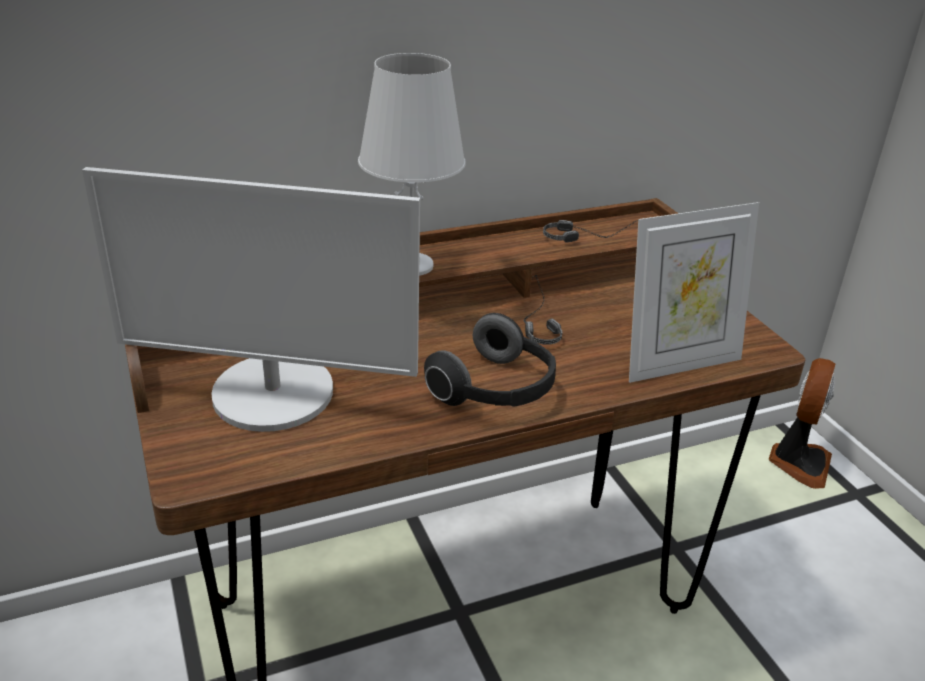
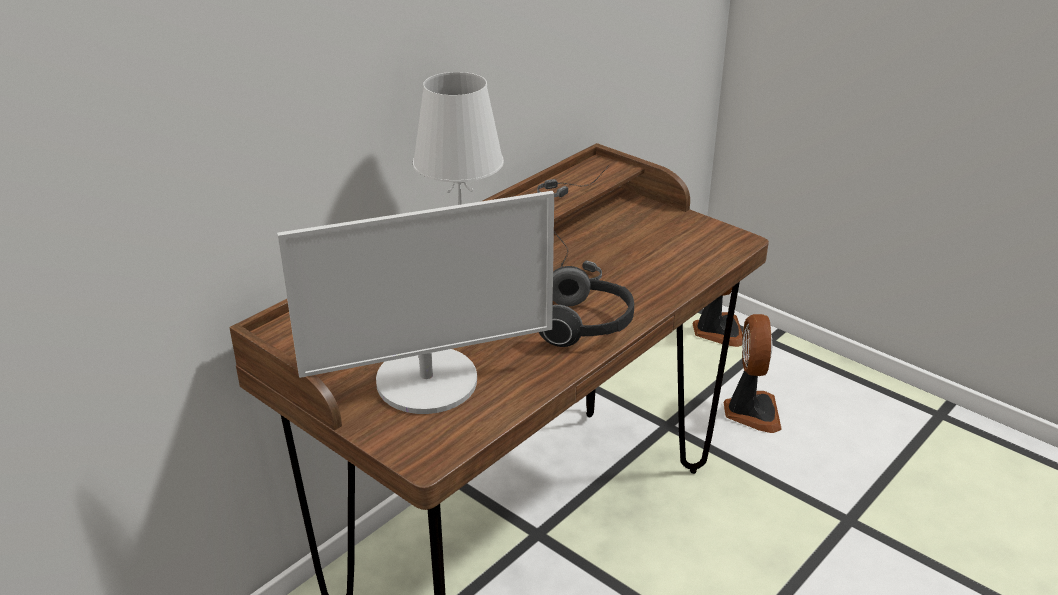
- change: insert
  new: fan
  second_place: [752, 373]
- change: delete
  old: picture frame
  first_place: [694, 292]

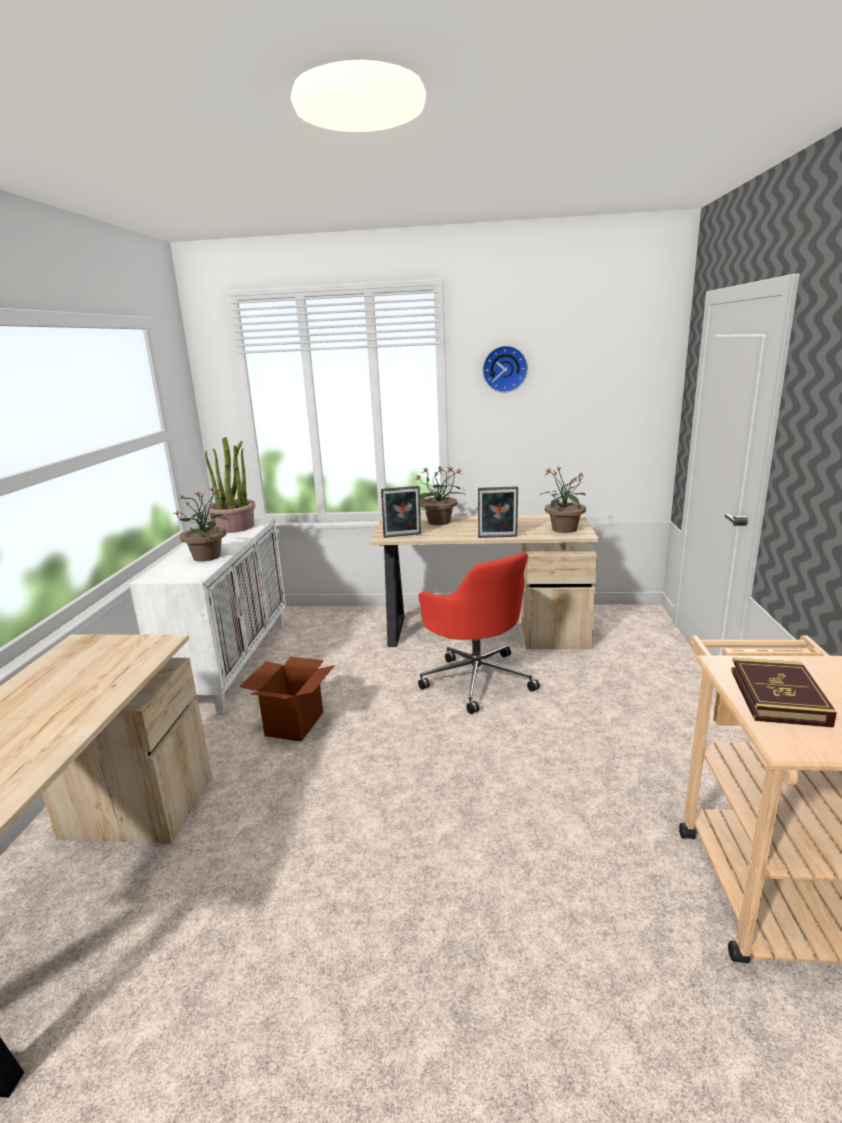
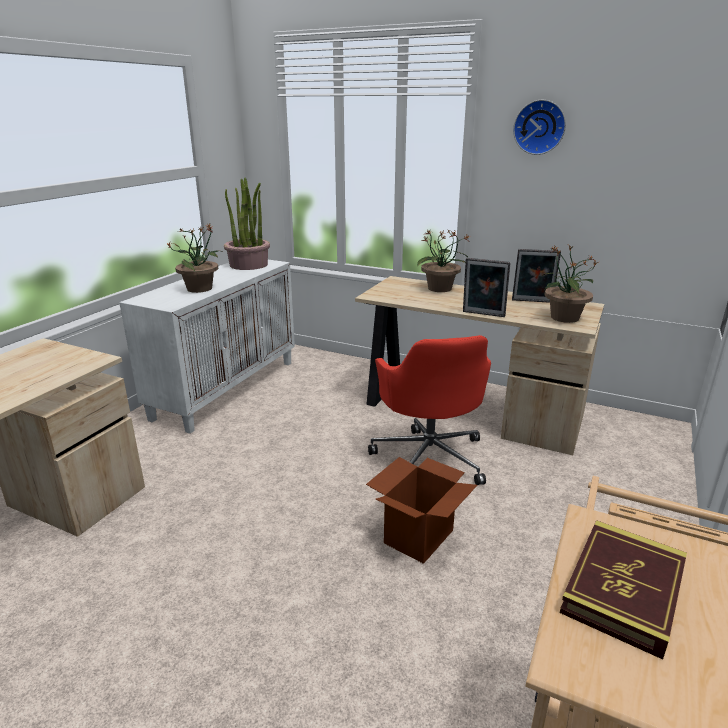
- change: move
  old: cardboard box
  first_place: [287, 699]
  second_place: [421, 510]
- change: move
  old: picture frame
  first_place: [401, 512]
  second_place: [536, 276]

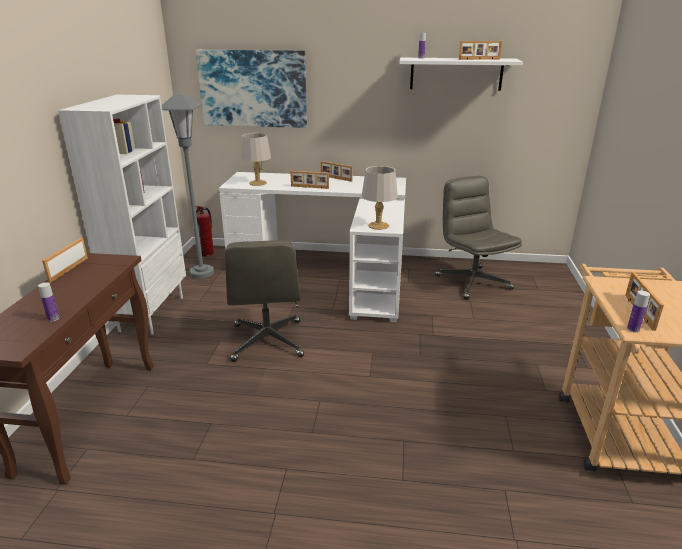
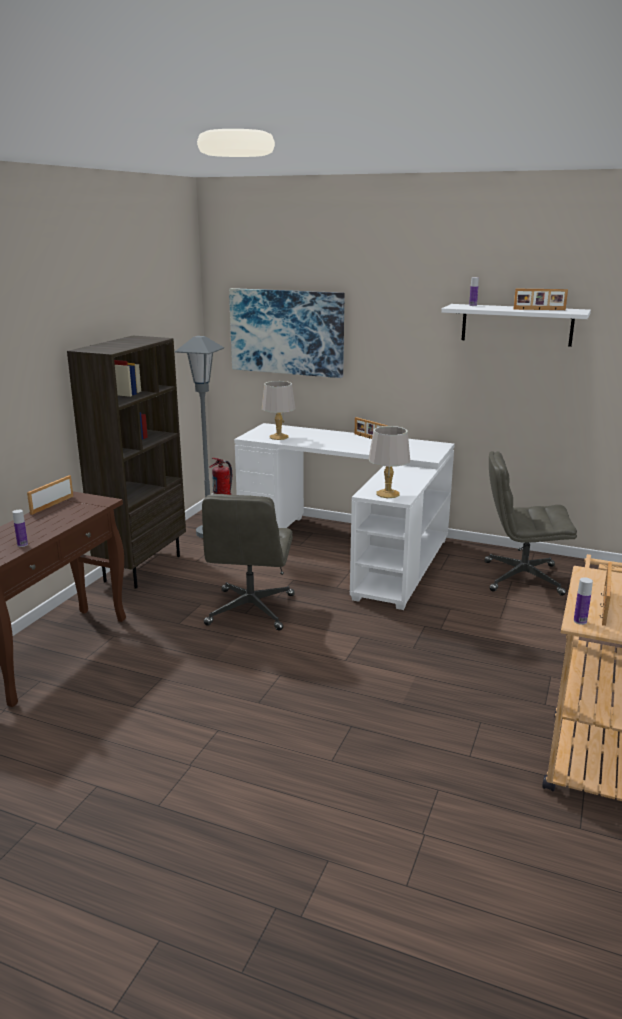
- change: recolor
  old: white bookcase
  new: brown bookcase
  first_place: [122, 215]
  second_place: [126, 462]
- change: rotate
  old: grey office chair
  first_place: [478, 237]
  second_place: [531, 523]
  degrees: -75
- change: delete
  old: picture frame
  first_place: [309, 180]

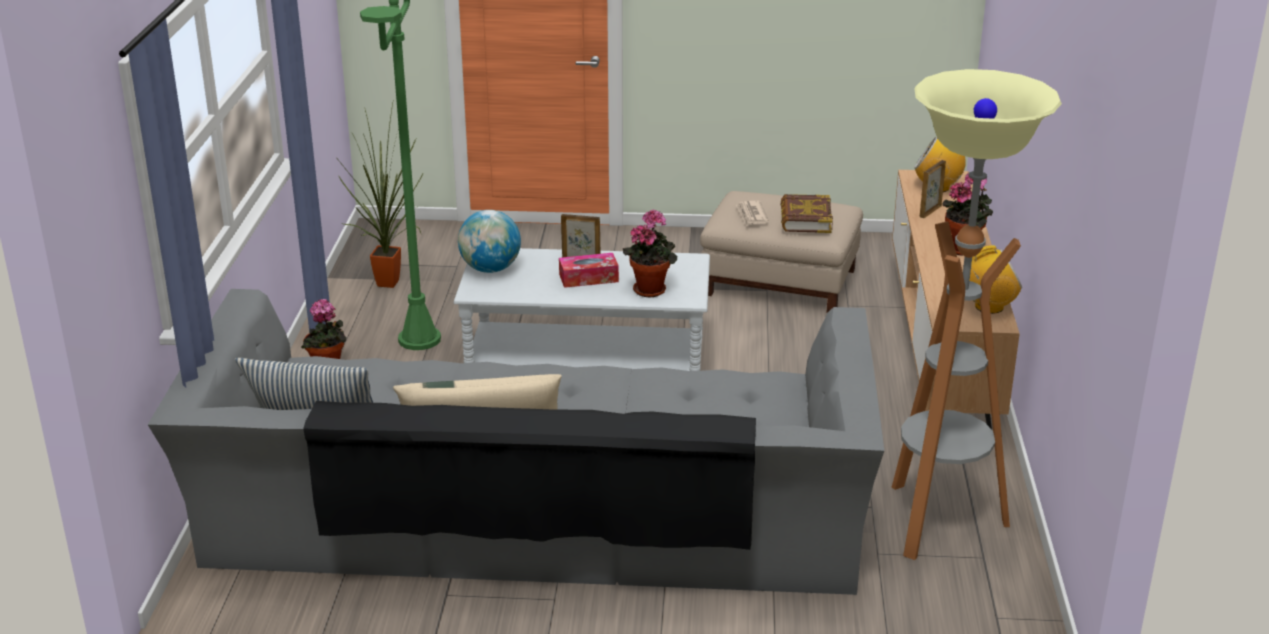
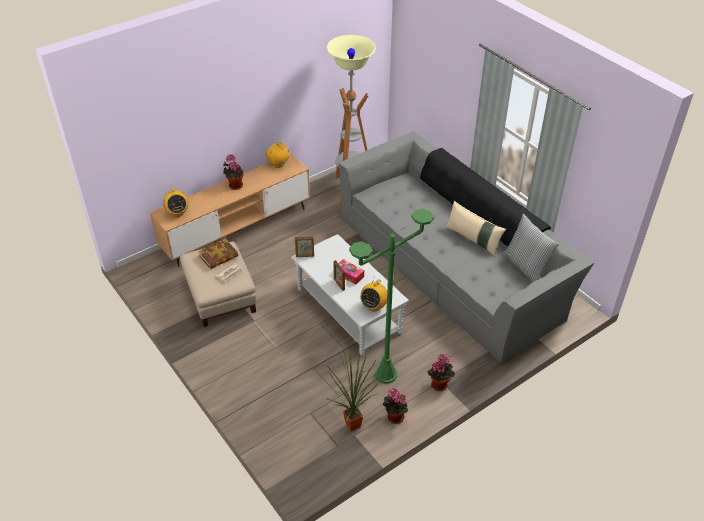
- change: move
  old: picture frame
  first_place: [933, 189]
  second_place: [304, 247]
- change: replace
  old: globe
  new: radio
  first_place: [489, 241]
  second_place: [373, 295]
- change: move
  old: potted plant
  first_place: [650, 253]
  second_place: [395, 406]

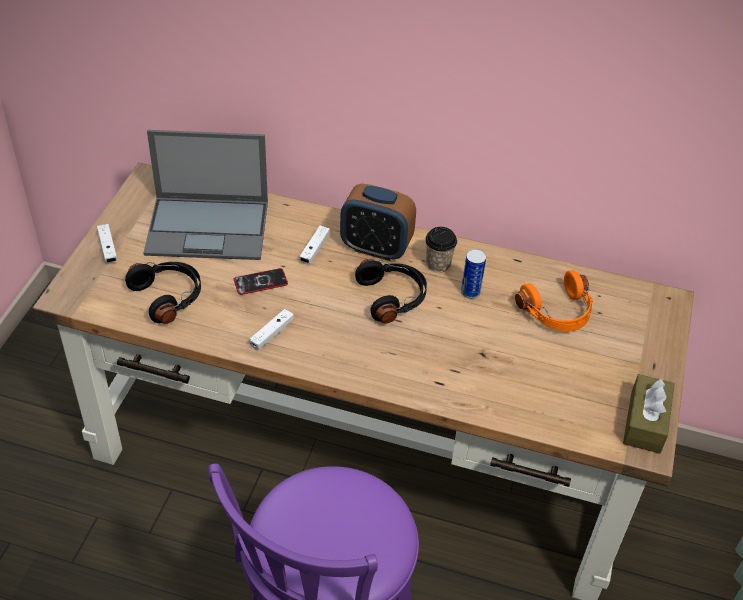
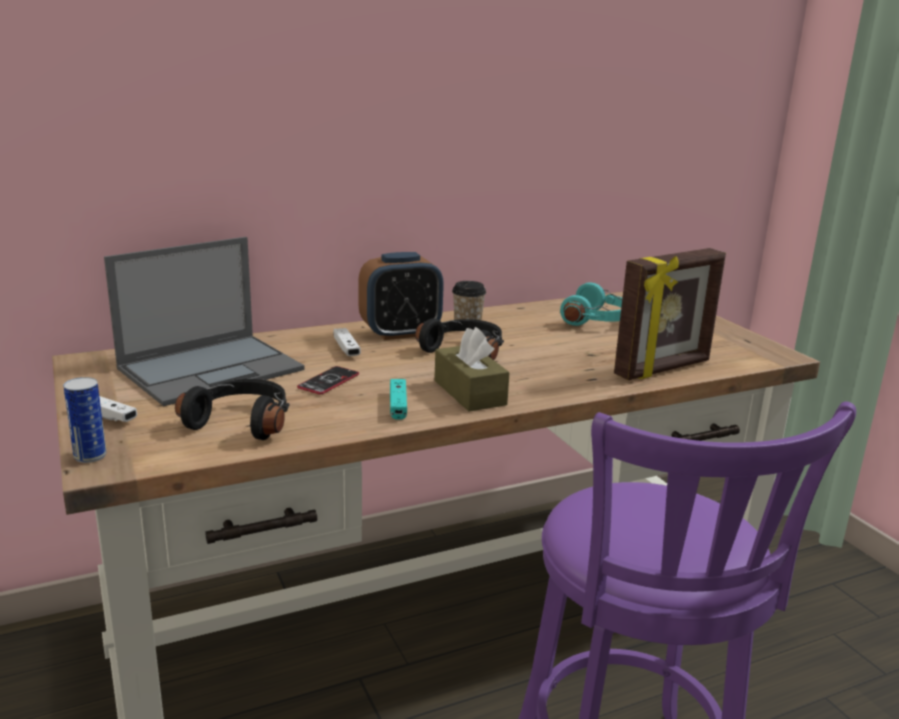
- change: move
  old: can
  first_place: [473, 274]
  second_place: [84, 420]
- change: recolor
  old: white game controller
  new: turquoise game controller
  first_place: [271, 329]
  second_place: [398, 399]
- change: move
  old: brown tissue box
  first_place: [649, 414]
  second_place: [472, 369]
- change: recolor
  old: orange headphones
  new: turquoise headphones
  first_place: [554, 300]
  second_place: [591, 304]
- change: insert
  new: picture frame
  second_place: [670, 314]

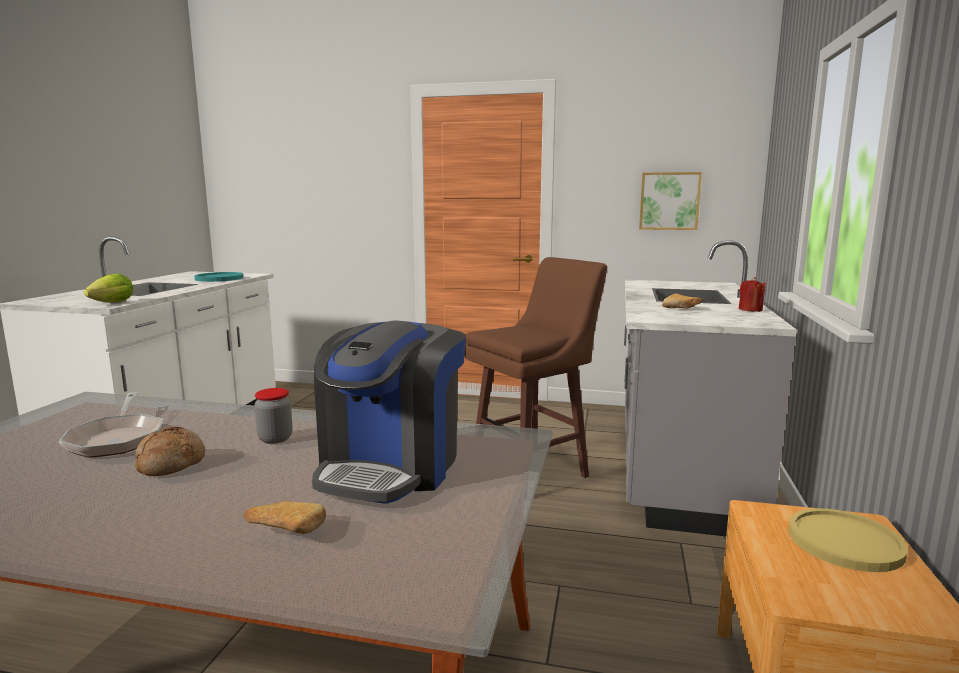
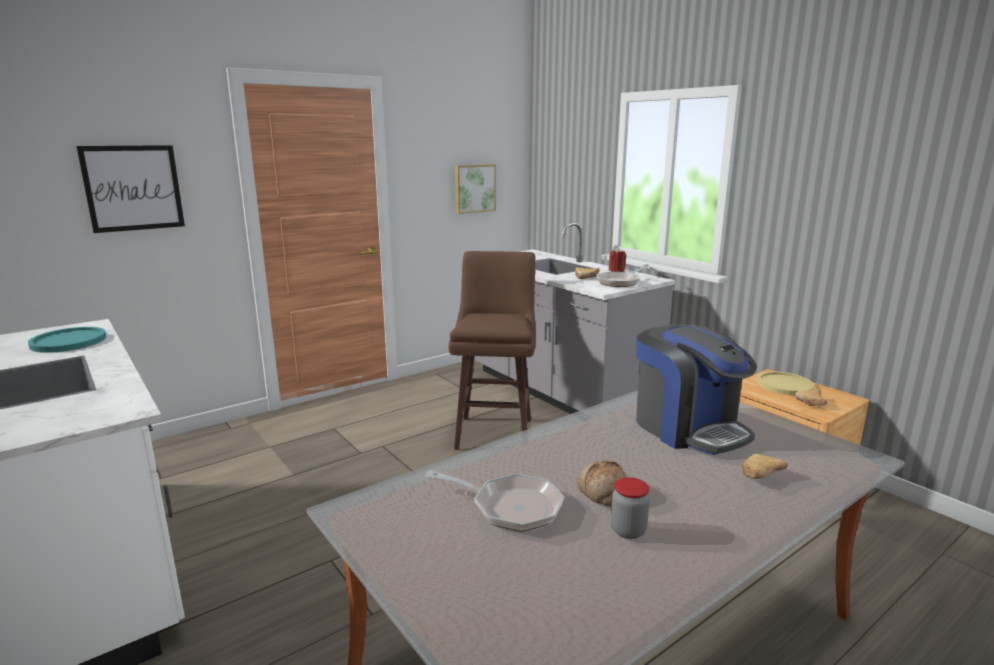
- change: insert
  new: picture
  second_place: [130, 189]
- change: insert
  new: frying pan
  second_place: [623, 276]
- change: move
  old: jar
  first_place: [273, 416]
  second_place: [630, 508]
- change: insert
  new: bread
  second_place: [811, 397]
- change: delete
  old: lettuce
  first_place: [108, 288]

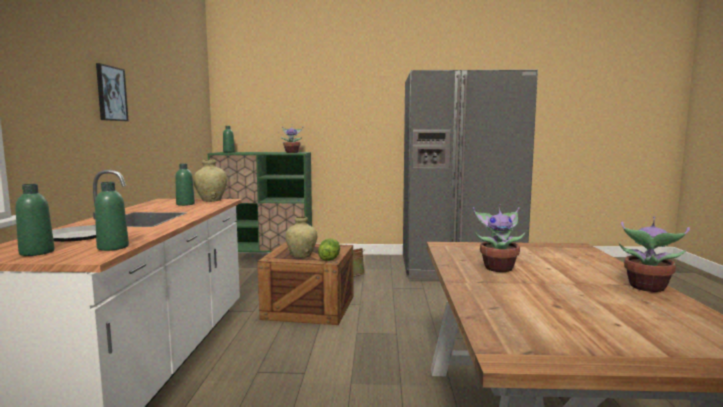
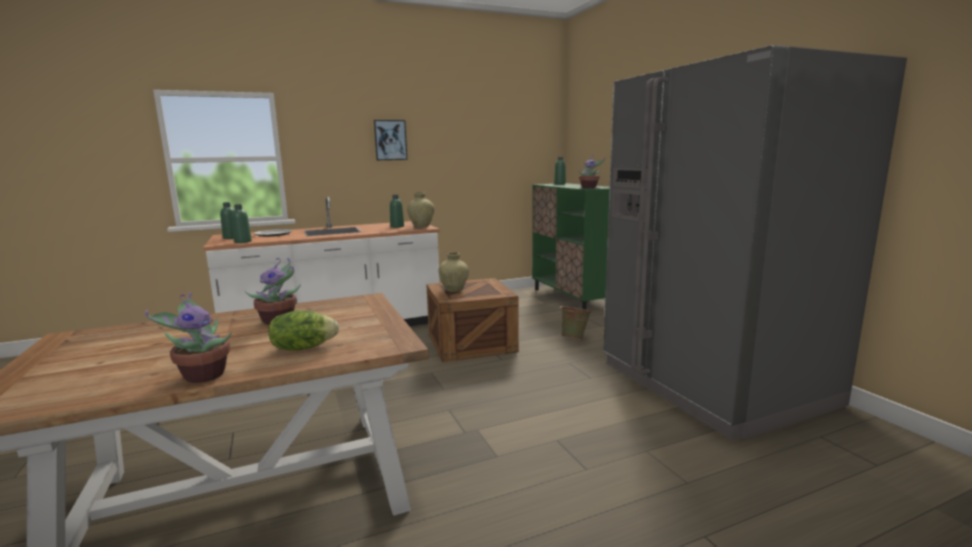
- change: move
  old: lettuce
  first_place: [329, 249]
  second_place: [303, 331]

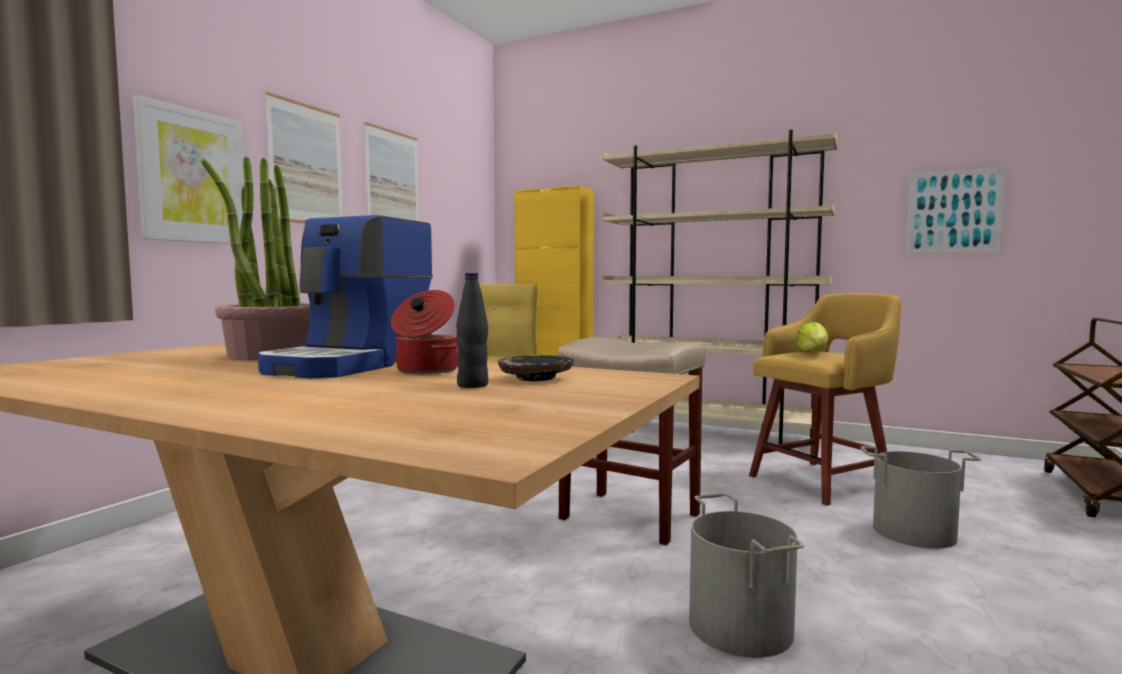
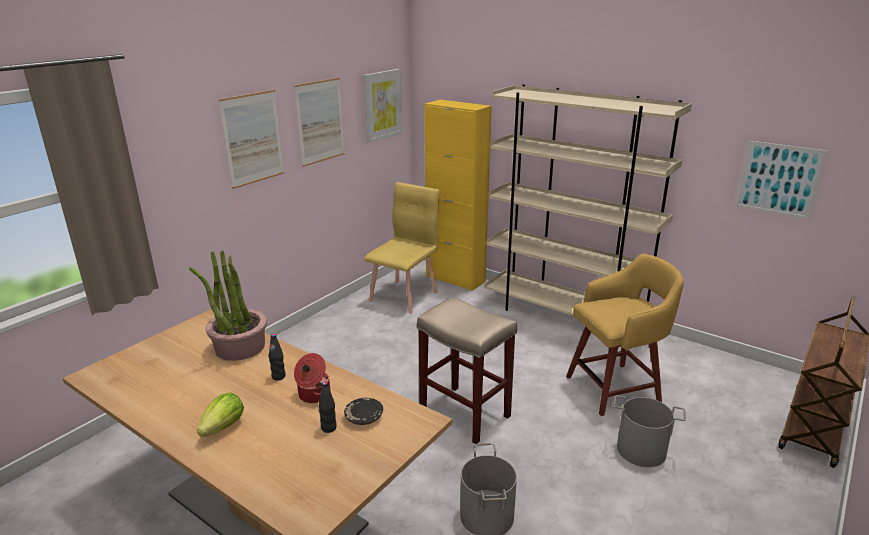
- change: move
  old: lettuce
  first_place: [812, 337]
  second_place: [220, 414]
- change: replace
  old: coffee machine
  new: black bottle
  first_place: [345, 296]
  second_place: [277, 357]
- change: move
  old: picture
  first_place: [188, 169]
  second_place: [382, 106]

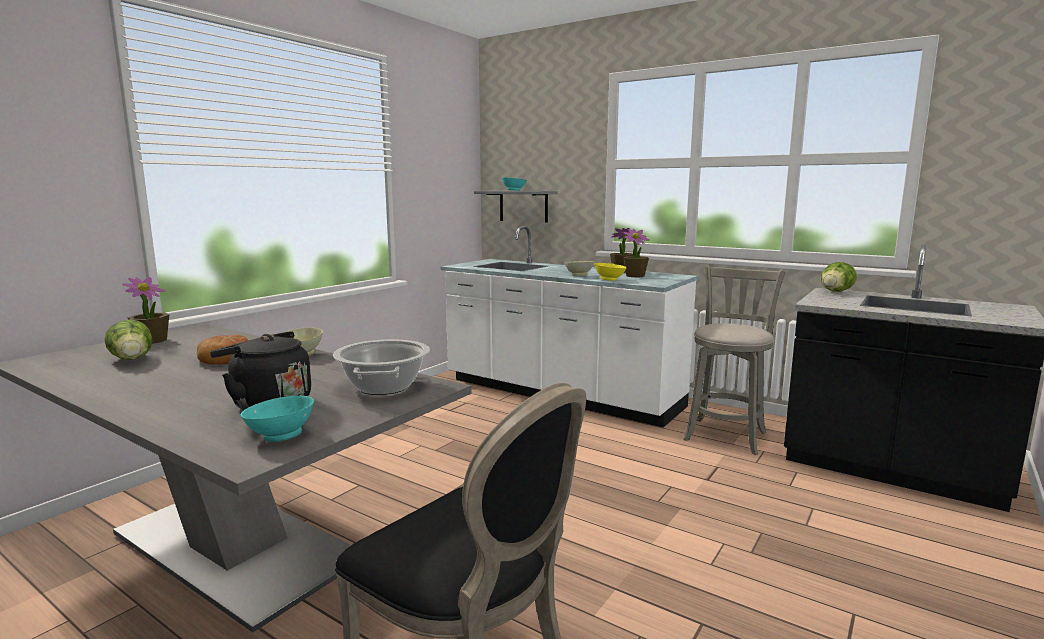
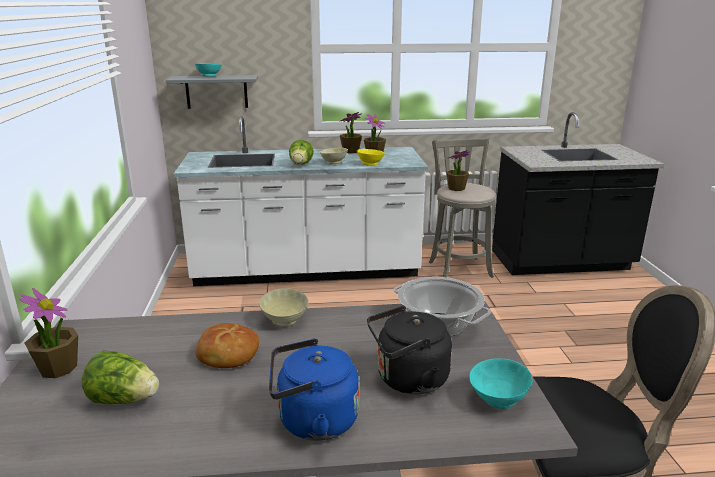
- change: insert
  new: blue kettle
  second_place: [314, 389]
- change: move
  old: lettuce
  first_place: [838, 277]
  second_place: [301, 152]
- change: insert
  new: potted plant
  second_place: [458, 170]

